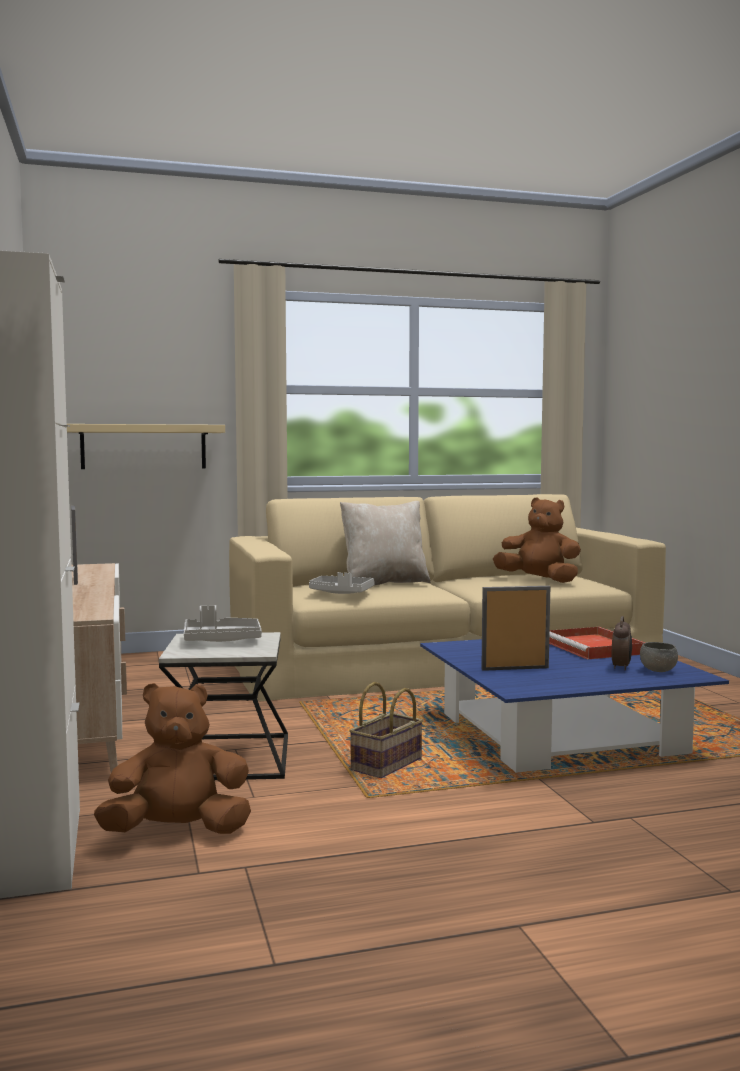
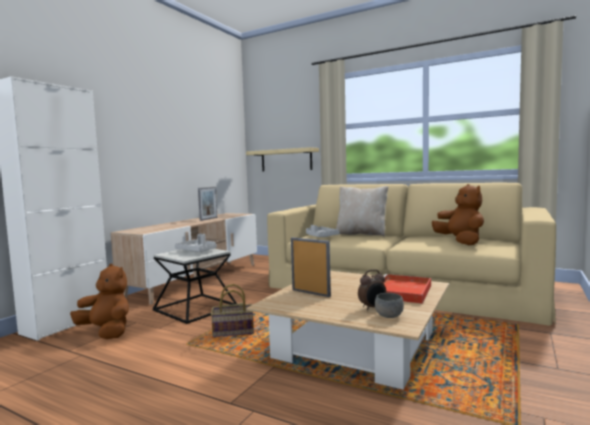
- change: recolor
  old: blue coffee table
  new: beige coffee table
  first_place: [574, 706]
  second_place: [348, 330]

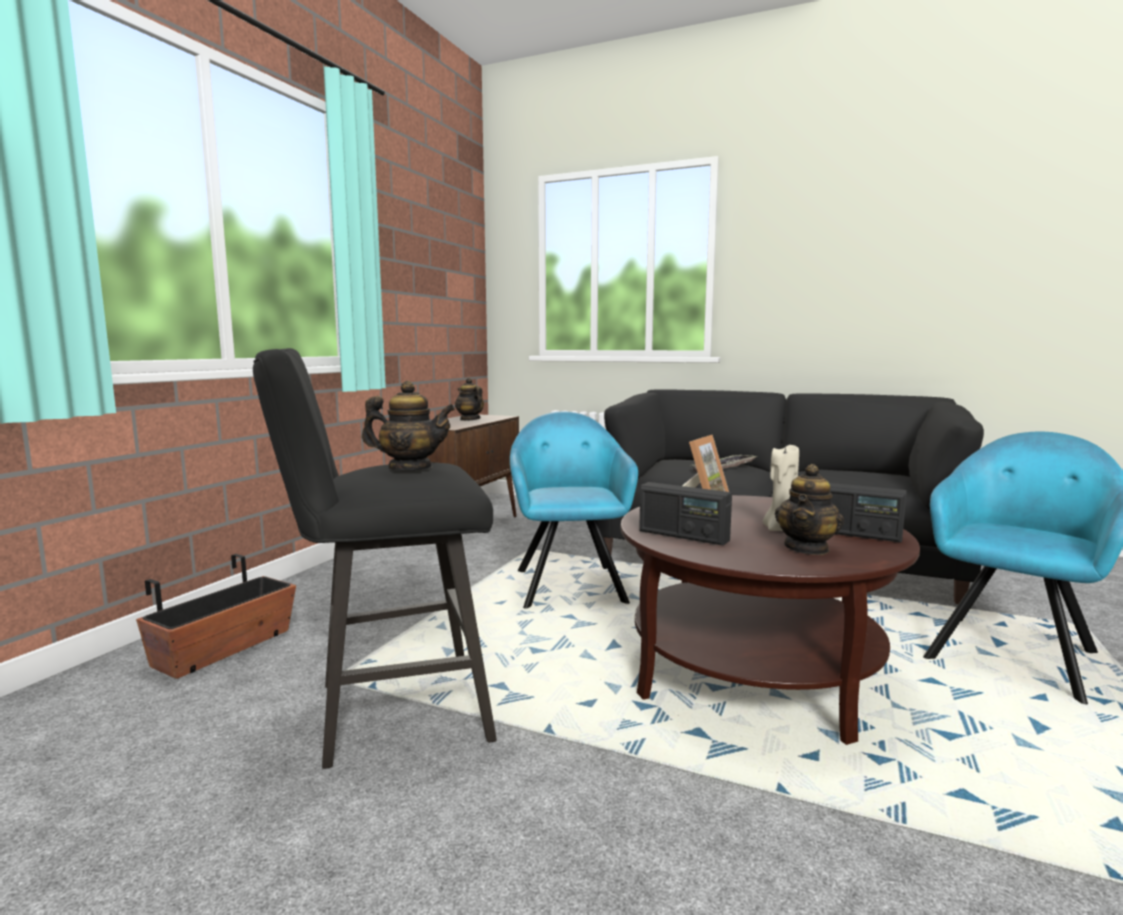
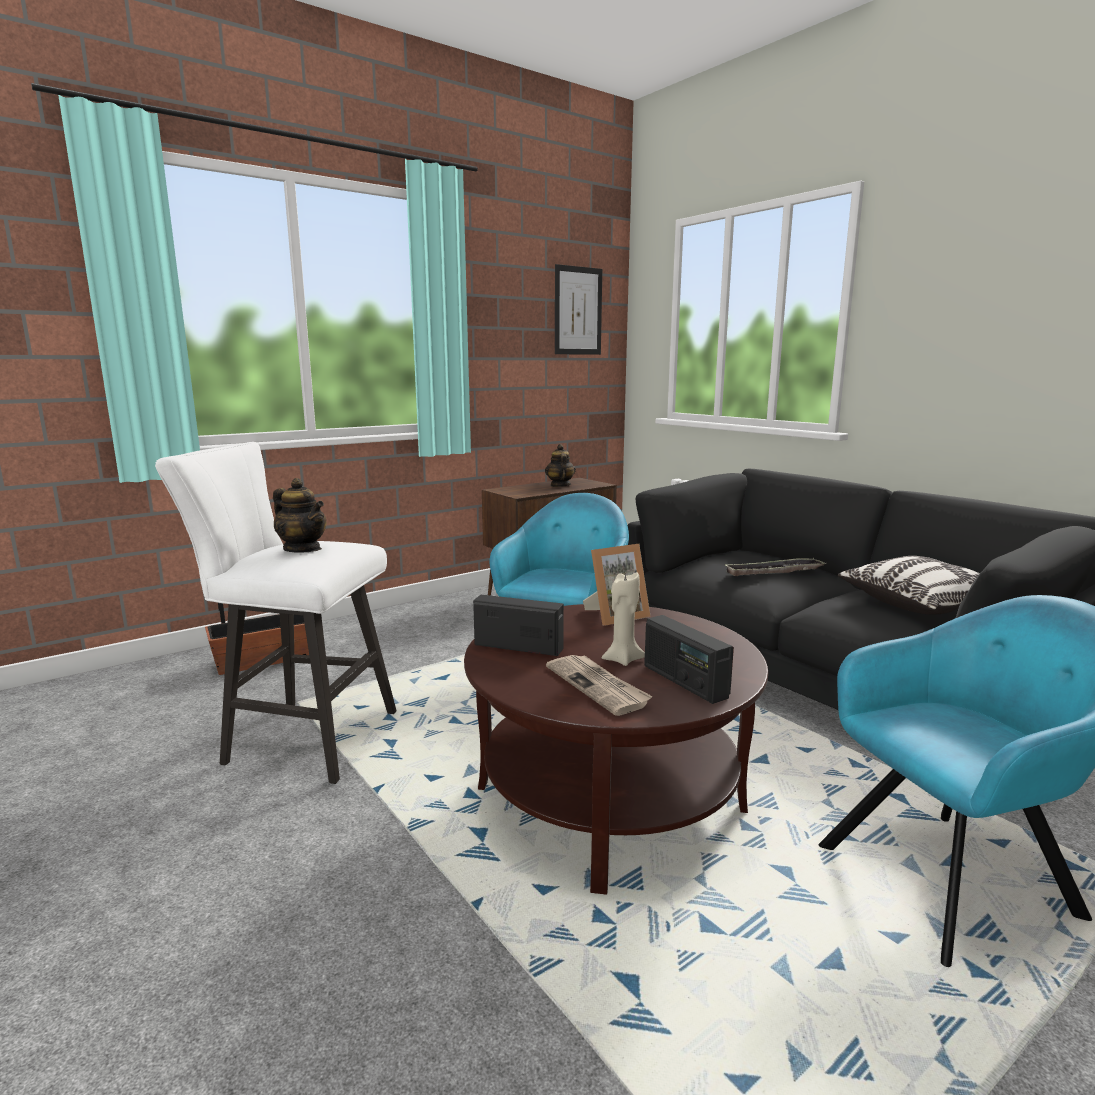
- change: recolor
  old: black stool
  new: white stool
  first_place: [375, 558]
  second_place: [276, 613]
- change: rotate
  old: radio
  first_place: [685, 513]
  second_place: [518, 625]
  degrees: 135
- change: replace
  old: teapot
  new: newspaper
  first_place: [809, 509]
  second_place: [599, 685]
- change: insert
  new: picture
  second_place: [578, 309]
- change: insert
  new: pillow
  second_place: [909, 585]

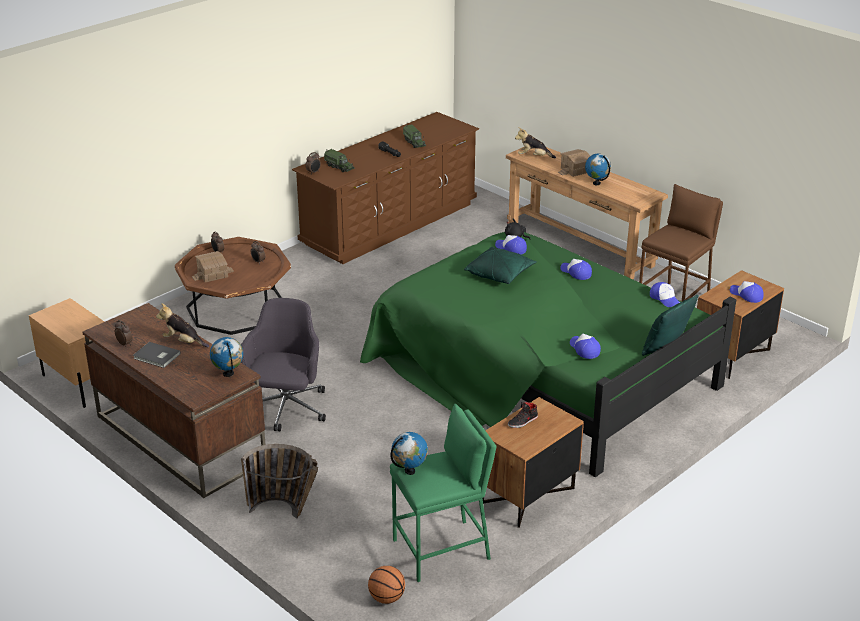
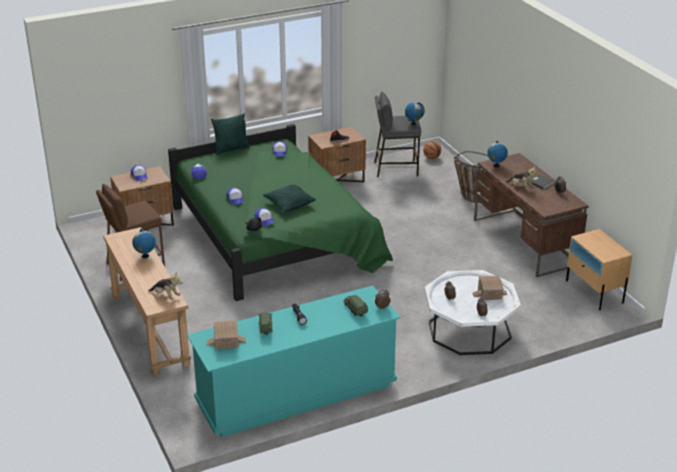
- change: recolor
  old: brown dresser
  new: turquoise dresser
  first_place: [385, 188]
  second_place: [294, 361]
- change: move
  old: toy house
  first_place: [574, 163]
  second_place: [226, 335]
- change: recolor
  old: green stool
  new: grey stool
  first_place: [443, 493]
  second_place: [398, 134]
- change: recolor
  old: brown coffee table
  new: white coffee table
  first_place: [233, 286]
  second_place: [473, 312]
- change: delete
  old: grey office chair
  first_place: [283, 364]

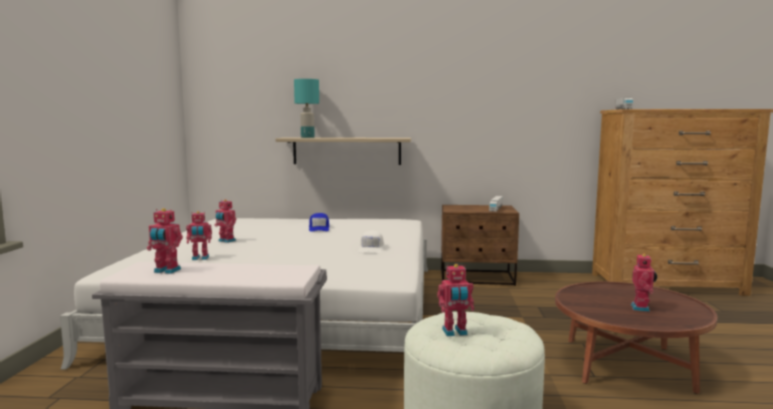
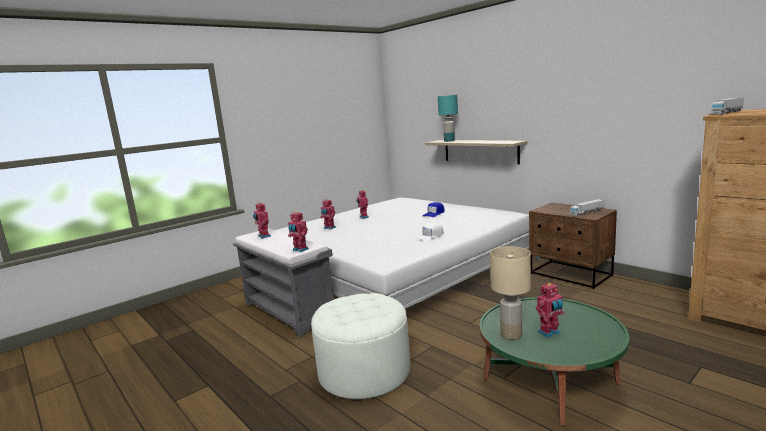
- change: move
  old: toy robot
  first_place: [455, 300]
  second_place: [298, 232]
- change: recolor
  old: brown coffee table
  new: green coffee table
  first_place: [636, 338]
  second_place: [554, 361]
- change: insert
  new: beige table lamp
  second_place: [510, 293]

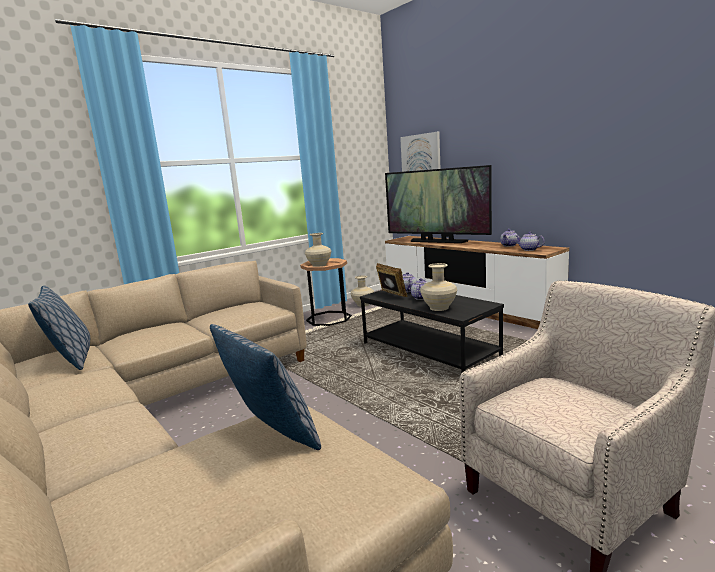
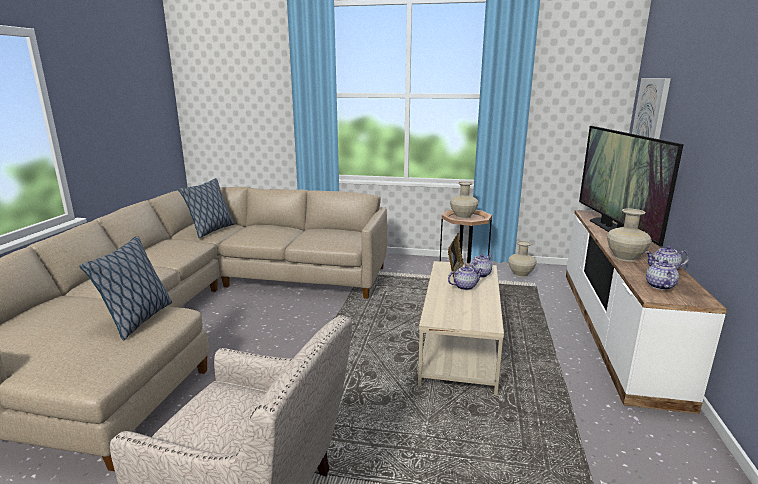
- change: recolor
  old: black coffee table
  new: beige coffee table
  first_place: [432, 331]
  second_place: [461, 328]
- change: move
  old: beige vase
  first_place: [438, 287]
  second_place: [629, 235]

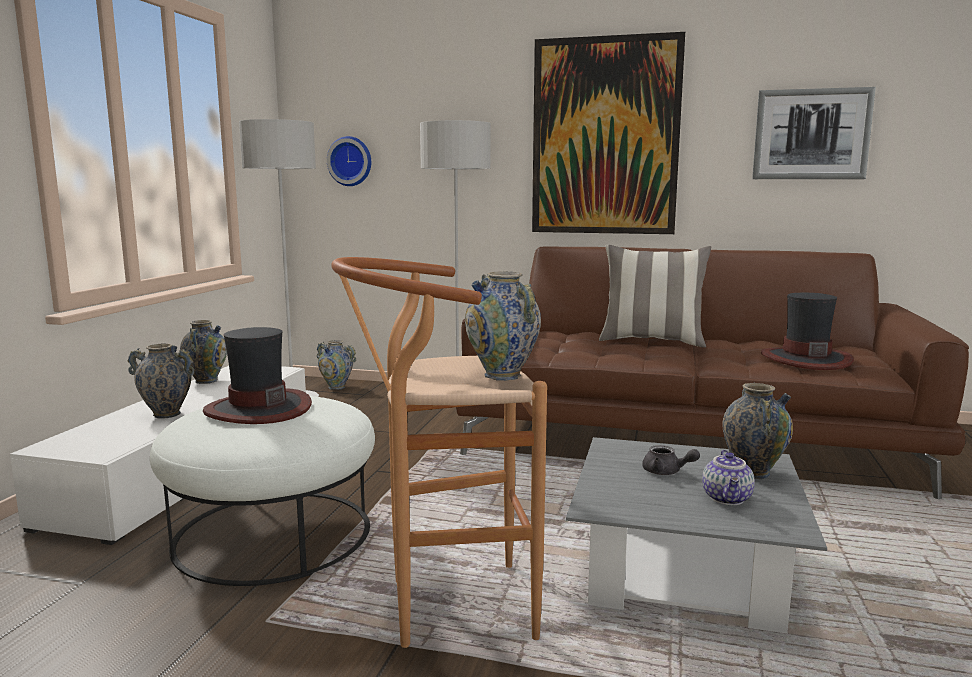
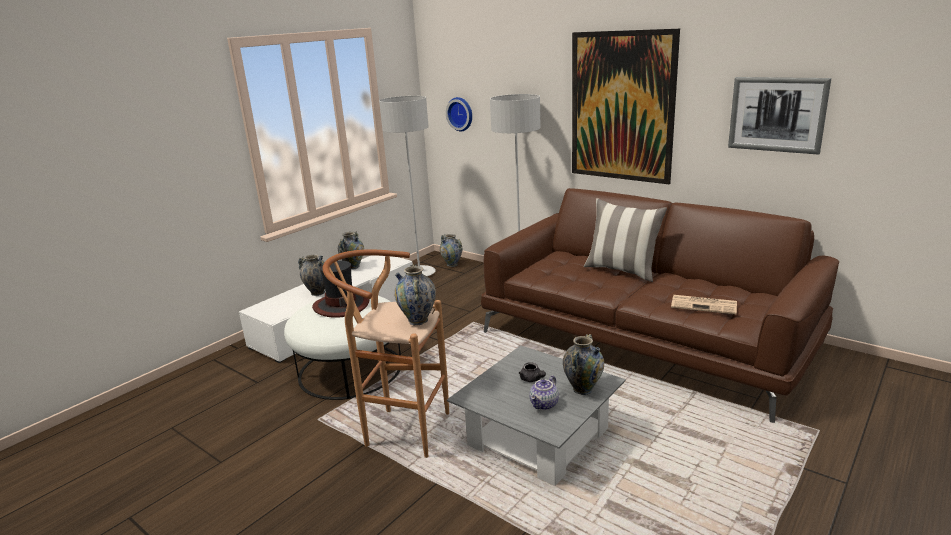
- change: replace
  old: hat
  new: newspaper
  first_place: [807, 331]
  second_place: [704, 305]

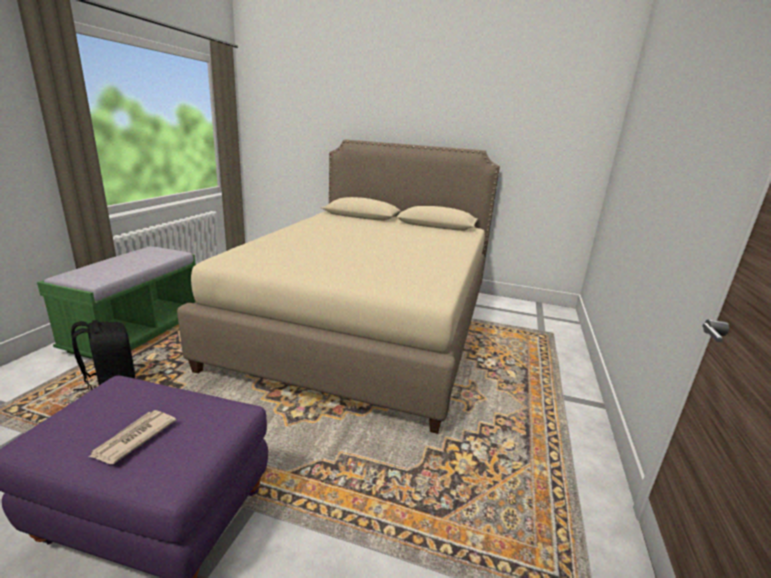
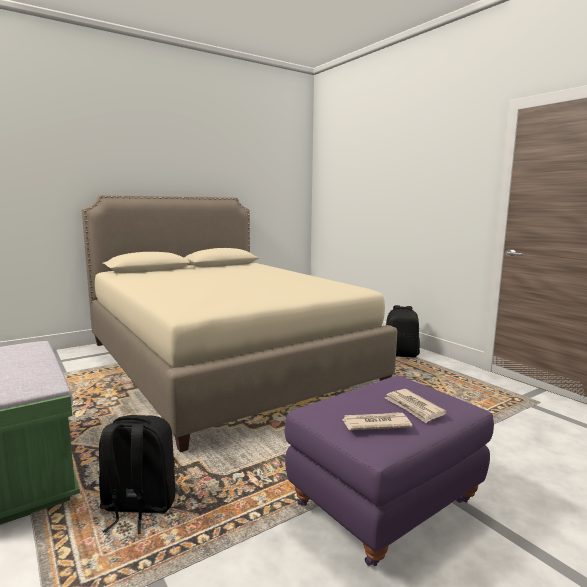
- change: insert
  new: newspaper
  second_place: [377, 421]
- change: insert
  new: black backpack
  second_place: [403, 331]

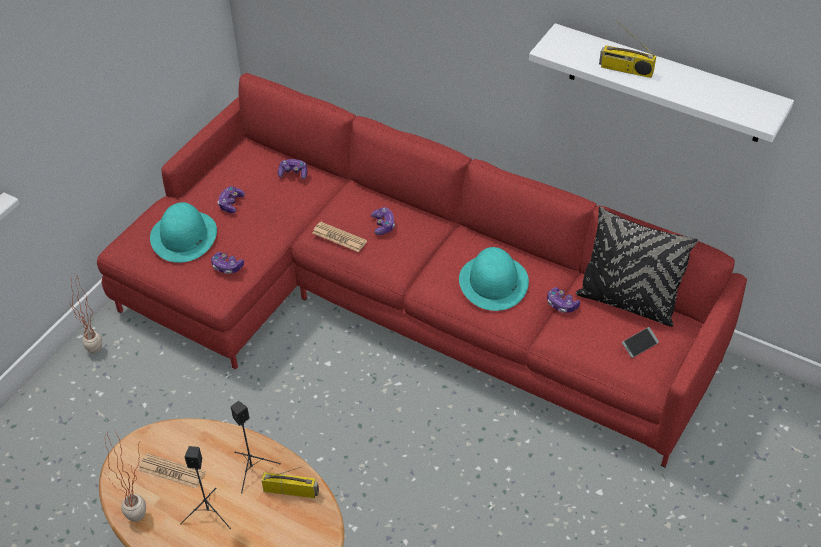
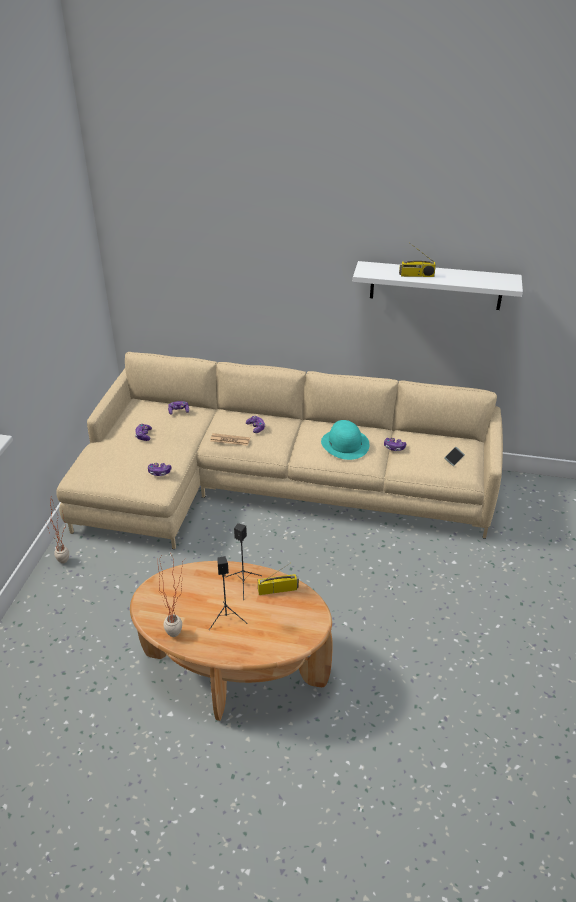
- change: recolor
  old: red sofa
  new: beige sofa
  first_place: [422, 270]
  second_place: [279, 450]
- change: delete
  old: newspaper
  first_place: [171, 471]
- change: delete
  old: turquoise hat
  first_place: [183, 232]
- change: delete
  old: black pillow
  first_place: [637, 266]

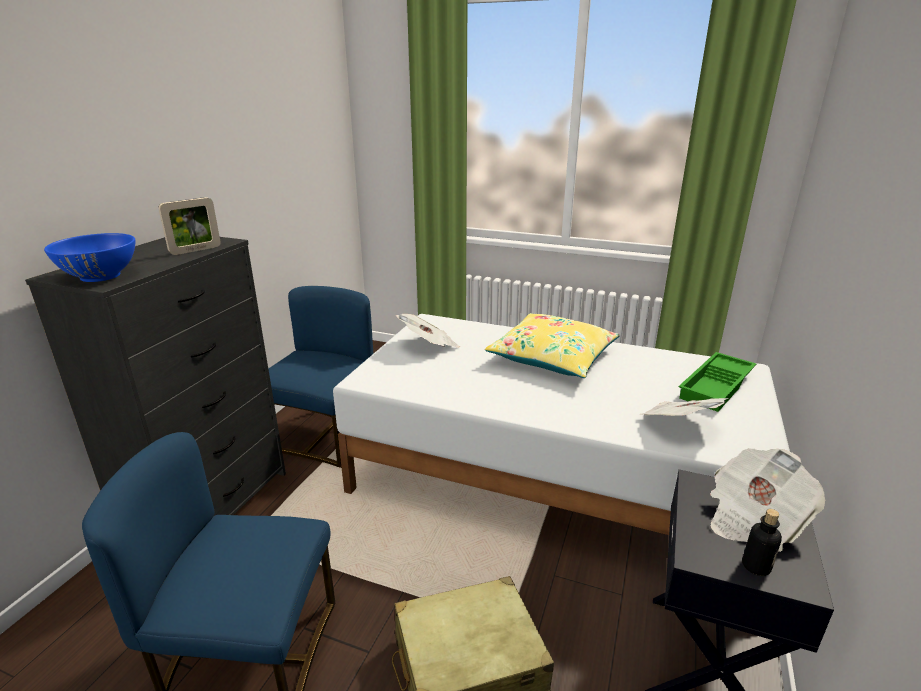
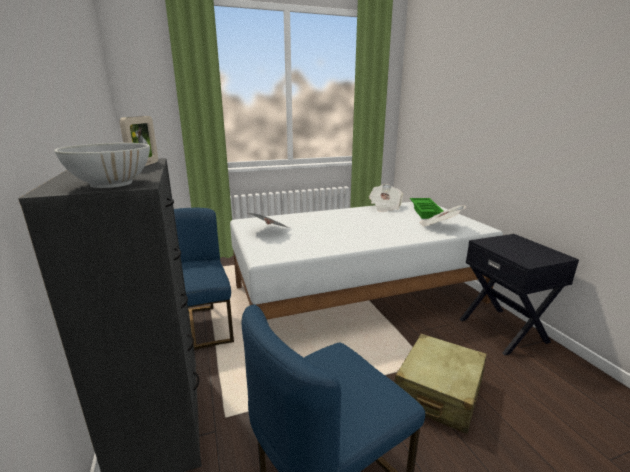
- change: recolor
  old: blue bowl
  new: white bowl
  first_place: [89, 257]
  second_place: [102, 165]
- change: move
  old: newspaper
  first_place: [768, 500]
  second_place: [386, 198]
- change: delete
  old: yellow pillow
  first_place: [552, 345]
- change: delete
  old: bottle
  first_place: [762, 542]

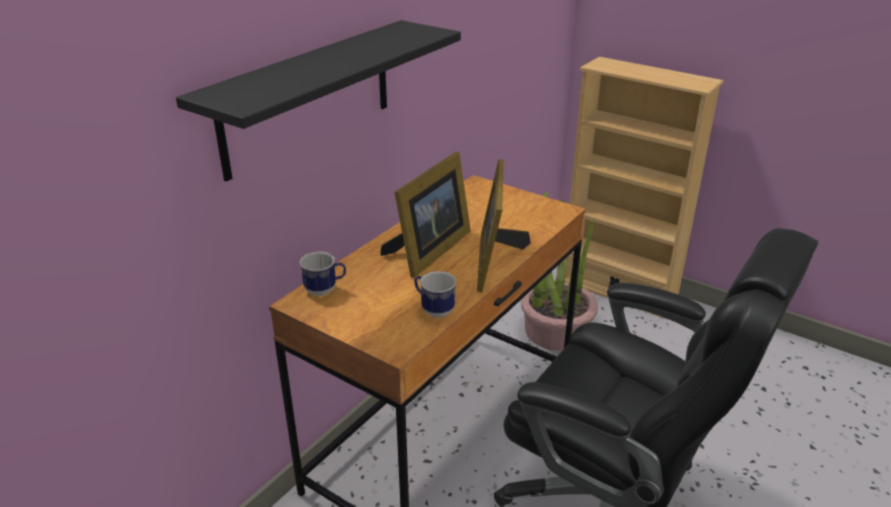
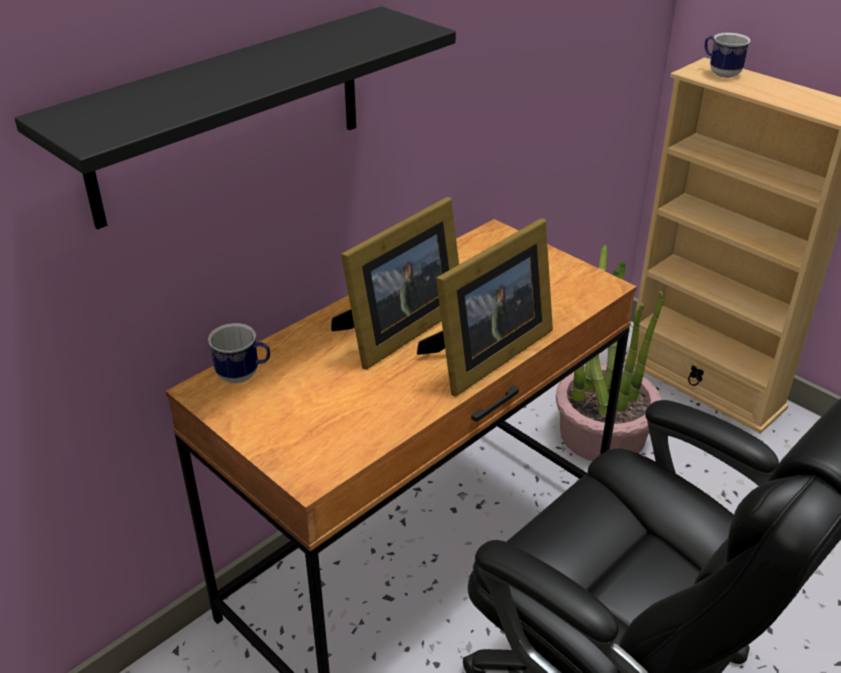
- change: rotate
  old: picture frame
  first_place: [504, 225]
  second_place: [485, 307]
  degrees: -150
- change: move
  old: mug
  first_place: [435, 294]
  second_place: [728, 55]

